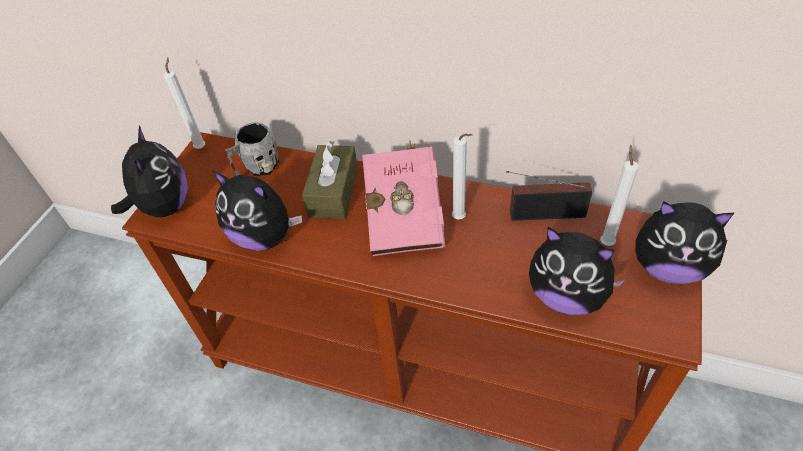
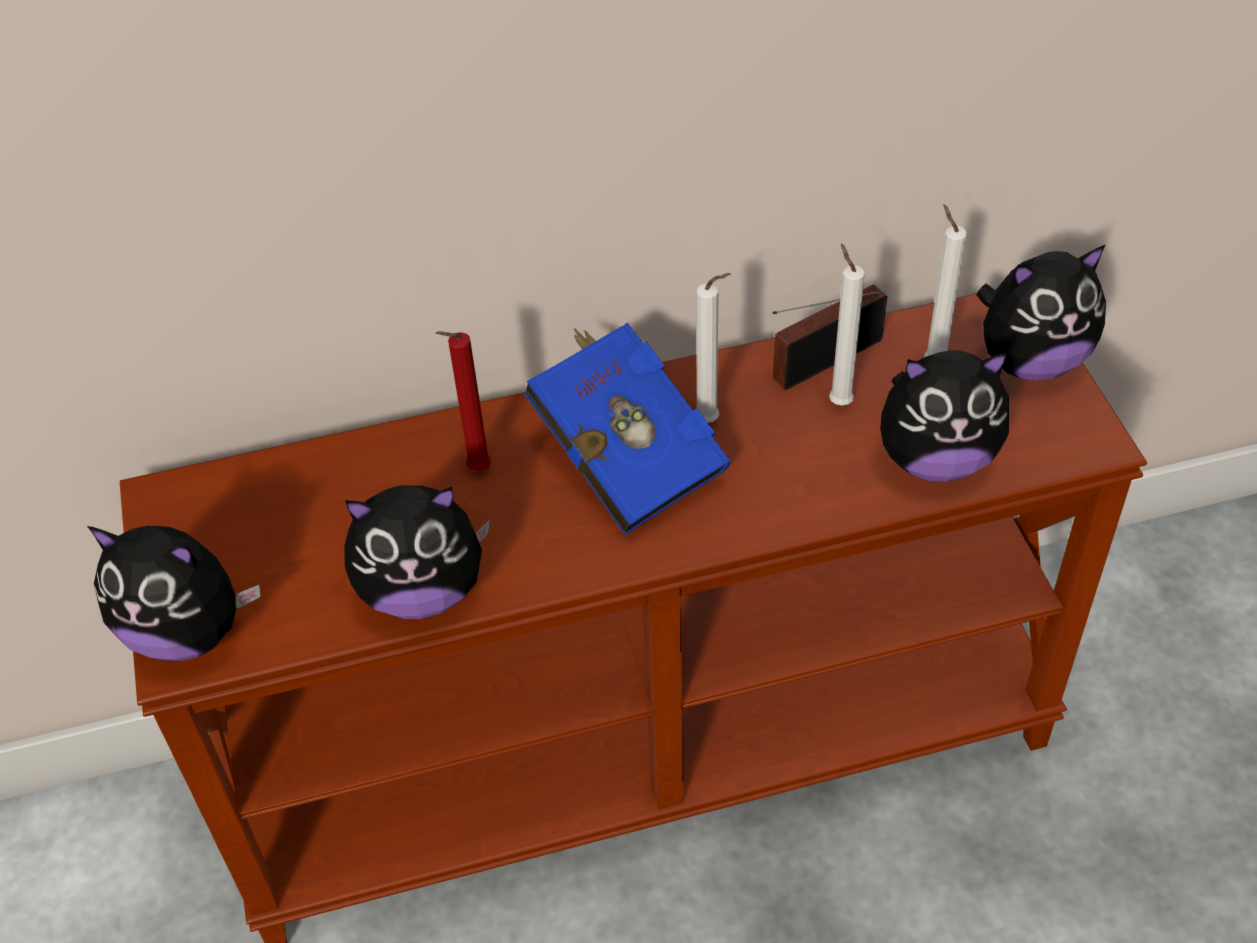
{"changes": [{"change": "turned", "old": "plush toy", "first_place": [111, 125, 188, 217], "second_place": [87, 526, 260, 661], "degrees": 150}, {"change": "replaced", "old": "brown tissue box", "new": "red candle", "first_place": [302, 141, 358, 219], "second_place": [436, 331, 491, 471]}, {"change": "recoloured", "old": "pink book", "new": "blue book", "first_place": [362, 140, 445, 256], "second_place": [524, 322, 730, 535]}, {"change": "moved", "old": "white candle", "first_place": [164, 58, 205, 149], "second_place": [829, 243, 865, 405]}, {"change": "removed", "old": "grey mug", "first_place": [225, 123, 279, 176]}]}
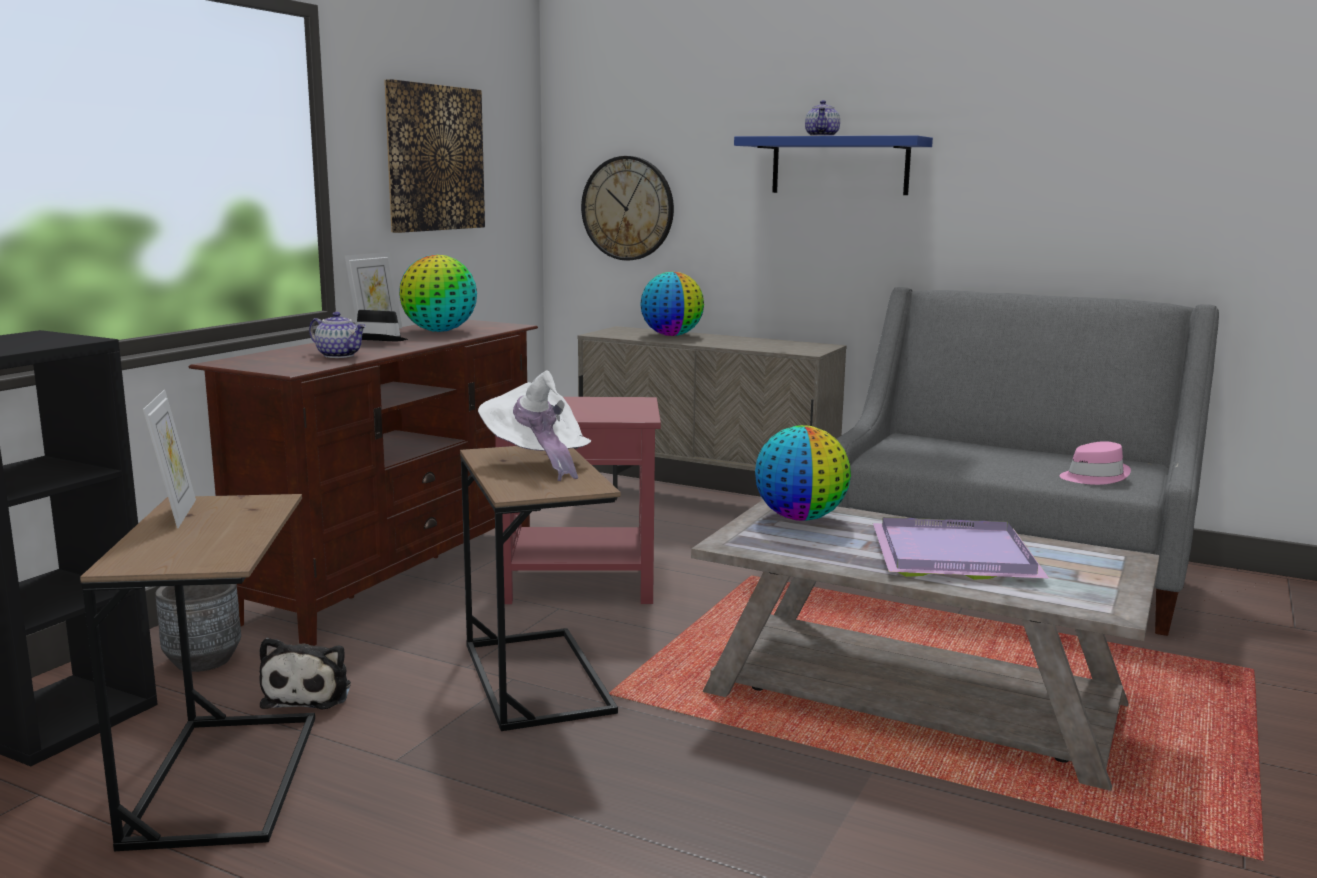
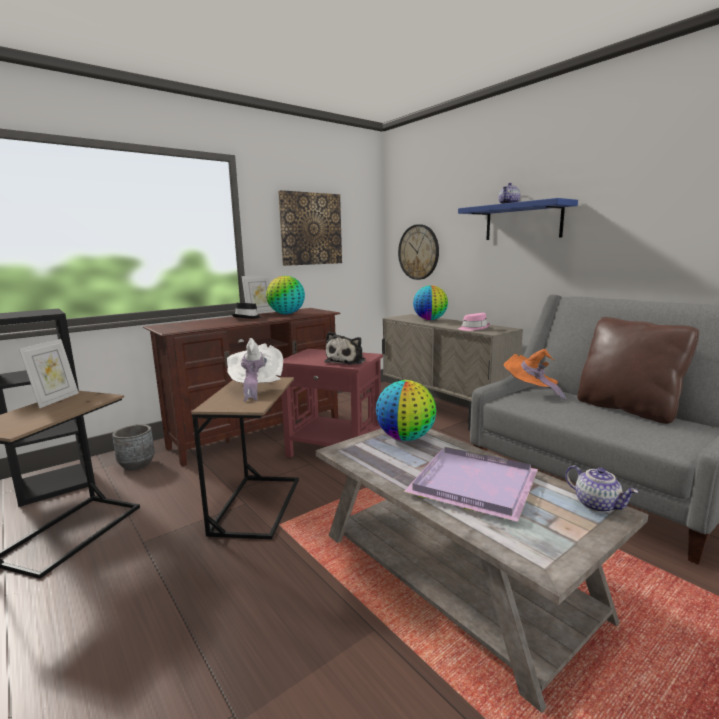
{"changes": [{"change": "moved", "old": "plush toy", "first_place": [260, 638, 351, 709], "second_place": [325, 332, 366, 365]}, {"change": "moved", "old": "pink hat", "first_place": [1059, 441, 1131, 485], "second_place": [458, 313, 490, 331]}, {"change": "added", "new": "orange hat", "second_place": [503, 349, 566, 401]}, {"change": "moved", "old": "teapot", "first_place": [309, 312, 366, 358], "second_place": [565, 465, 638, 513]}, {"change": "added", "new": "brown pillow", "second_place": [577, 317, 699, 424]}]}
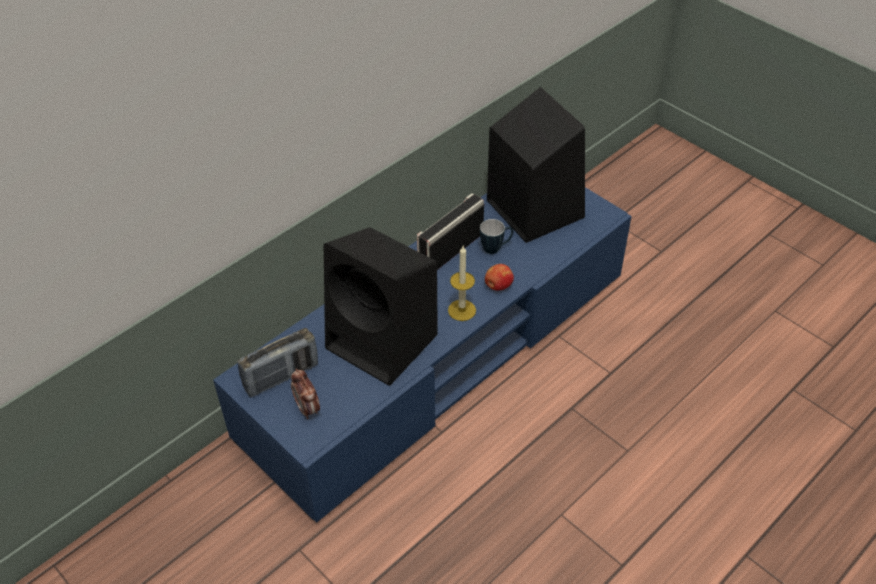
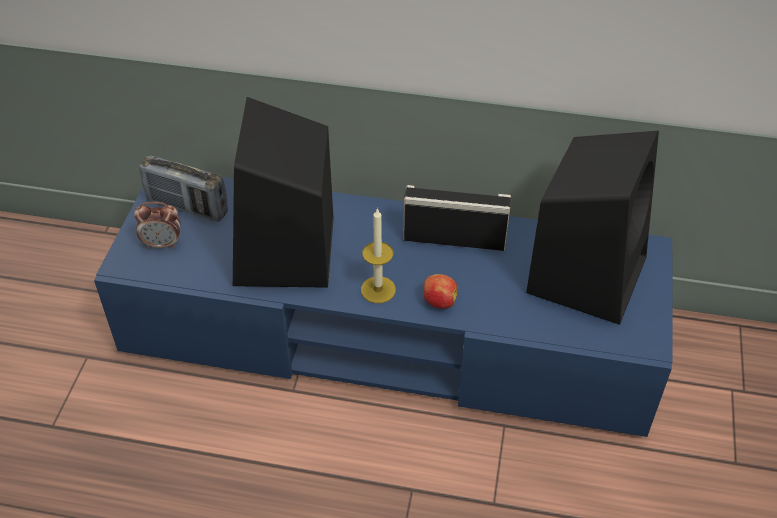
{"changes": [{"change": "turned", "old": "alarm clock", "first_place": [291, 369, 320, 419], "second_place": [134, 202, 181, 249], "degrees": -120}, {"change": "removed", "old": "mug", "first_place": [480, 219, 513, 254]}]}
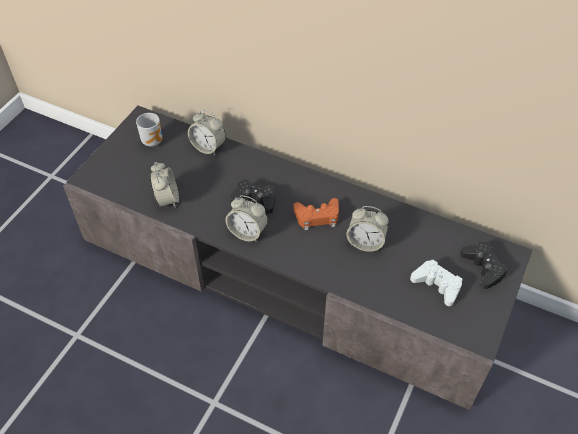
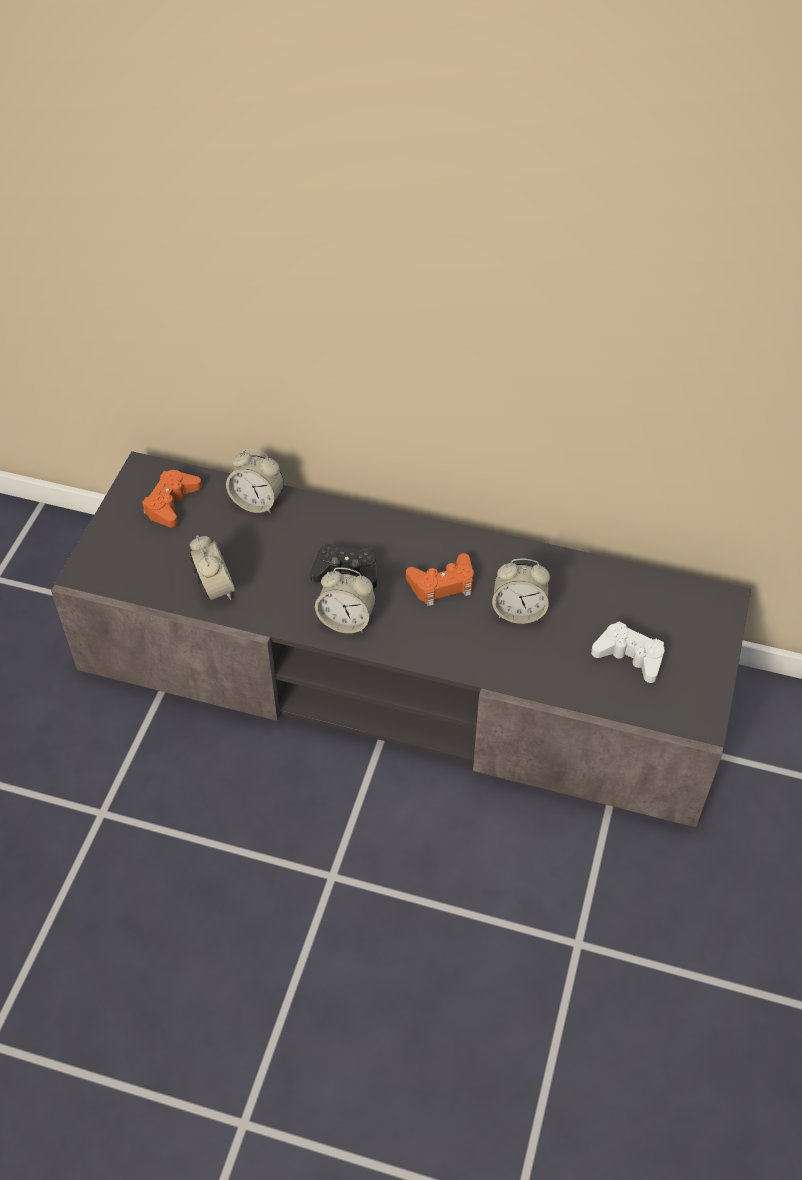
{"changes": [{"change": "replaced", "old": "mug", "new": "orange game controller", "first_place": [136, 113, 162, 147], "second_place": [142, 470, 202, 528]}, {"change": "removed", "old": "black game controller", "first_place": [460, 242, 508, 289]}]}
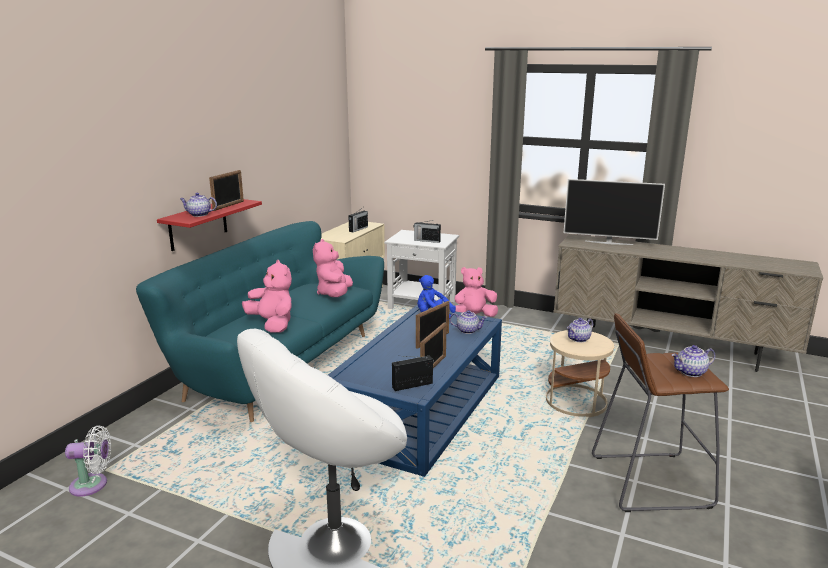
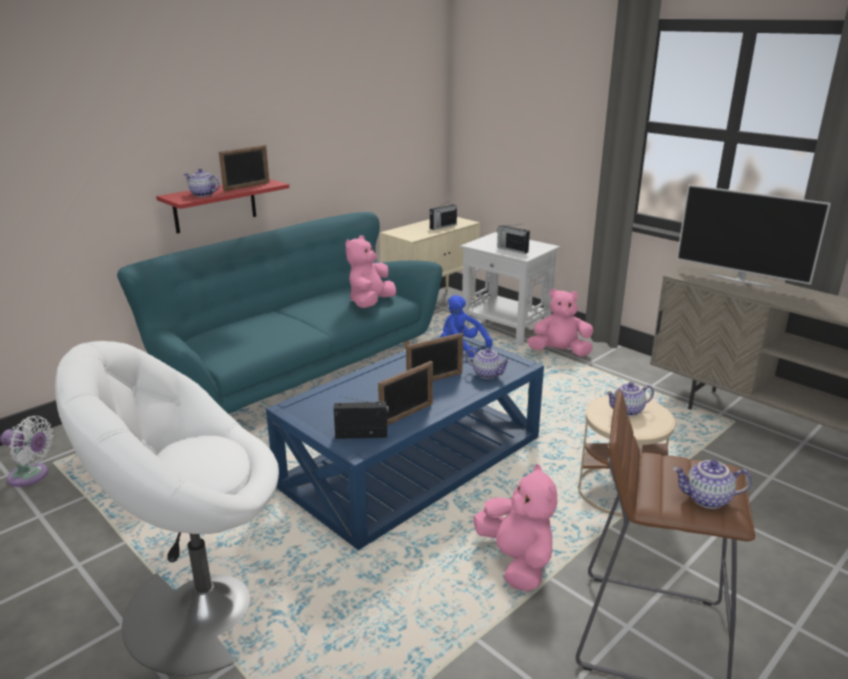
{"changes": [{"change": "moved", "old": "pink plush toy", "first_place": [242, 260, 292, 333], "second_place": [473, 464, 557, 591]}]}
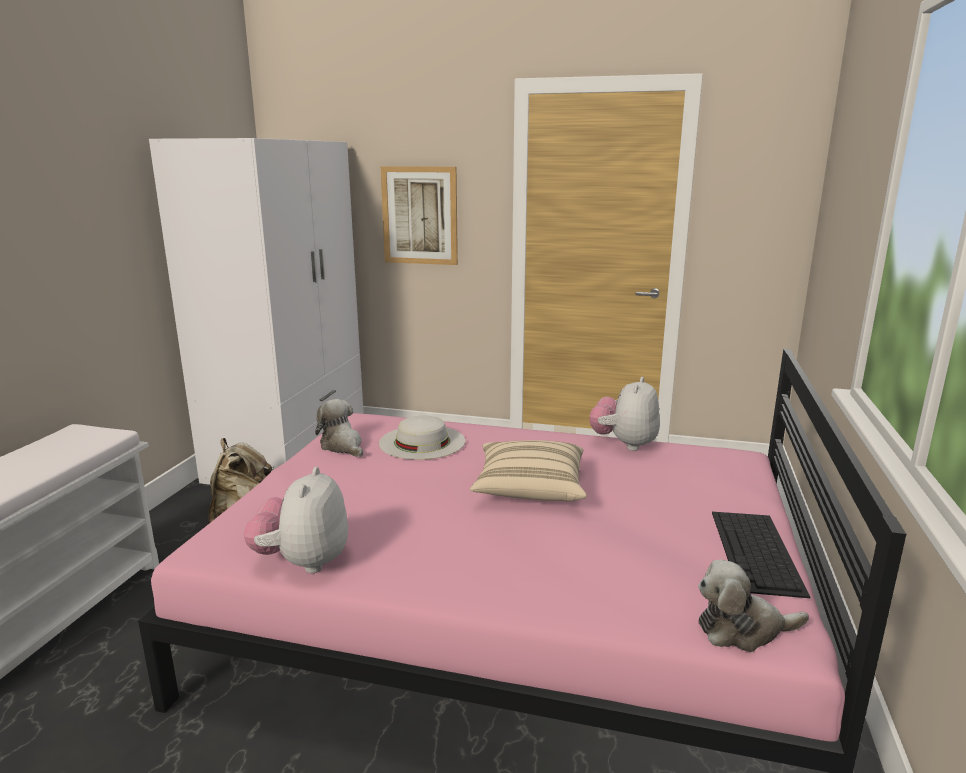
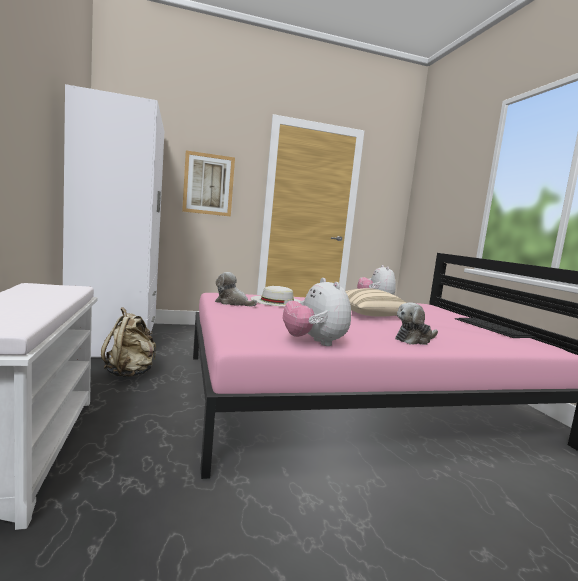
{"changes": [{"change": "moved", "old": "plush toy", "first_place": [698, 559, 809, 652], "second_place": [395, 302, 438, 345]}]}
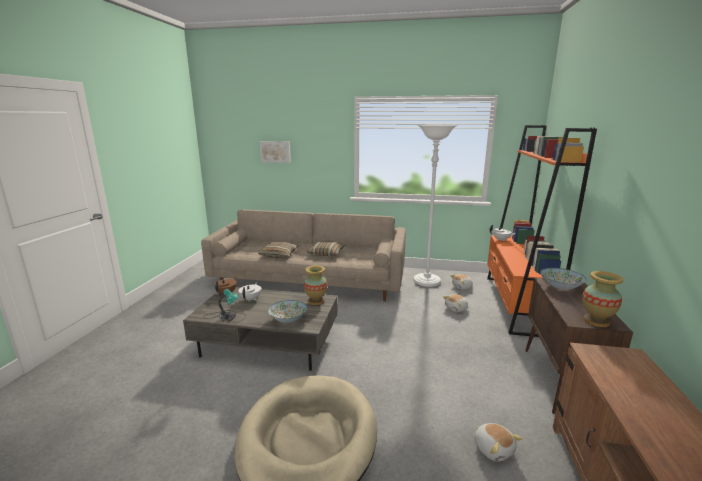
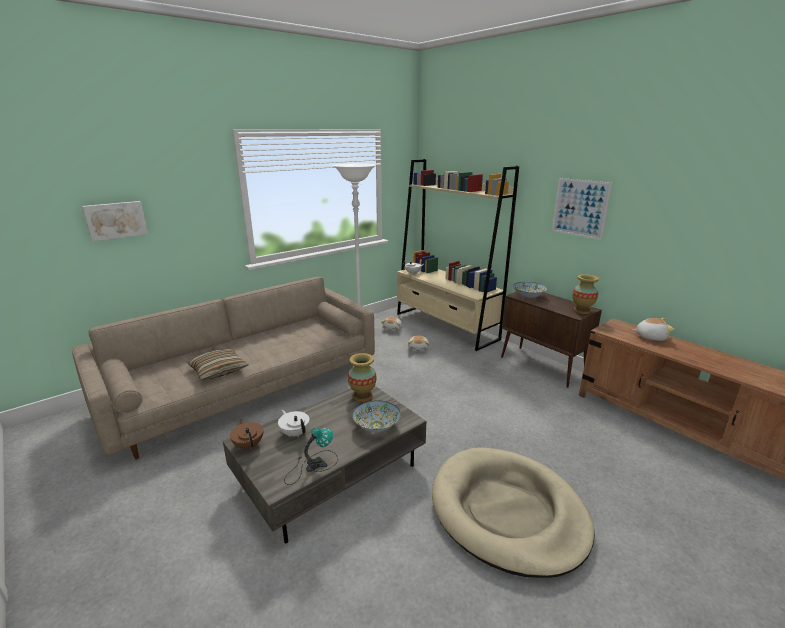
{"changes": [{"change": "recoloured", "old": "orange bookcase", "new": "beige bookcase", "first_place": [487, 125, 597, 337], "second_place": [397, 159, 519, 351]}, {"change": "added", "new": "picture", "second_place": [552, 178, 612, 240]}, {"change": "moved", "old": "plush toy", "first_place": [474, 423, 522, 461], "second_place": [633, 318, 674, 341]}, {"change": "removed", "old": "pillow", "first_place": [307, 241, 346, 256]}]}
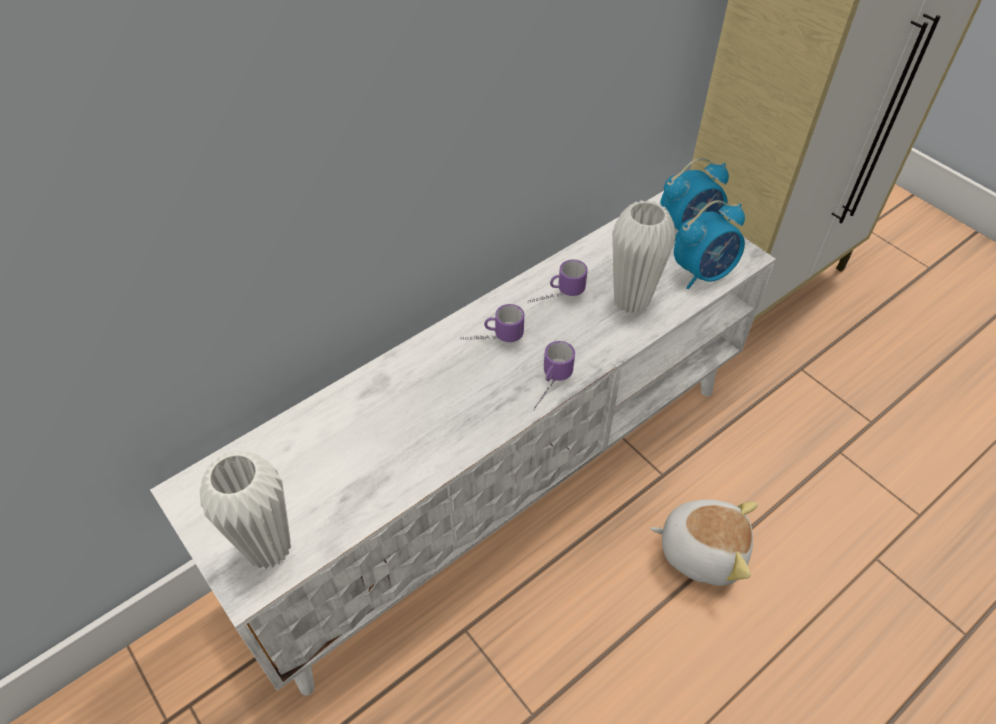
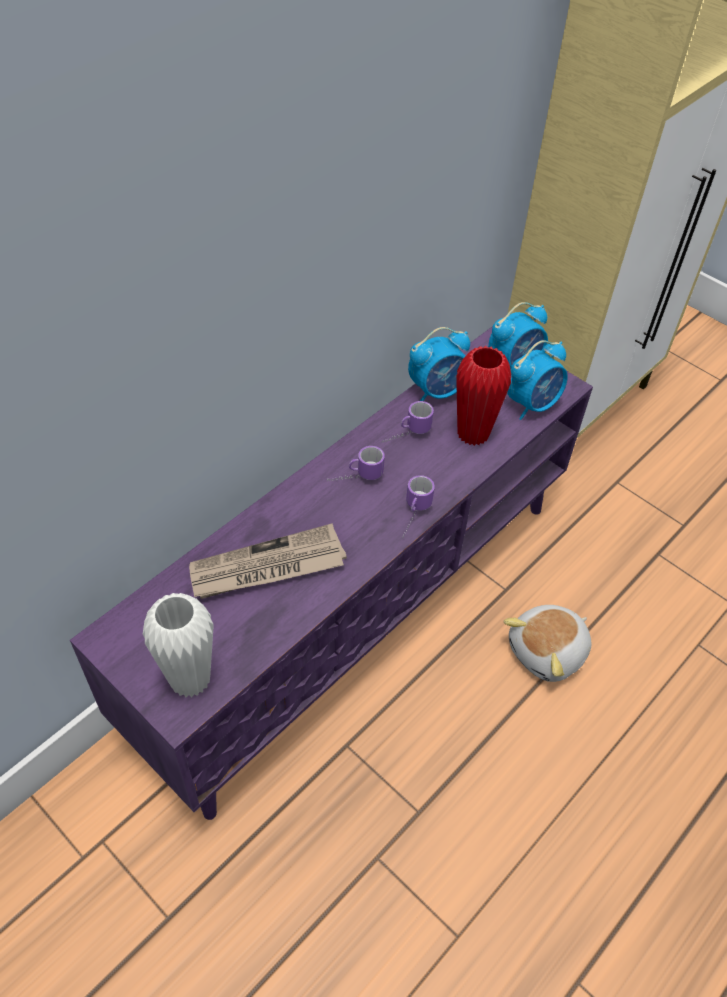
{"changes": [{"change": "recoloured", "old": "white tv stand", "new": "purple tv stand", "first_place": [150, 191, 776, 696], "second_place": [70, 326, 593, 820]}, {"change": "added", "new": "newspaper", "second_place": [189, 524, 347, 599]}, {"change": "added", "new": "alarm clock", "second_place": [408, 327, 470, 401]}, {"change": "recoloured", "old": "white vase", "new": "red vase", "first_place": [612, 200, 676, 314], "second_place": [456, 346, 512, 446]}, {"change": "turned", "old": "plush toy", "first_place": [650, 499, 758, 586], "second_place": [503, 605, 592, 682], "degrees": 135}]}
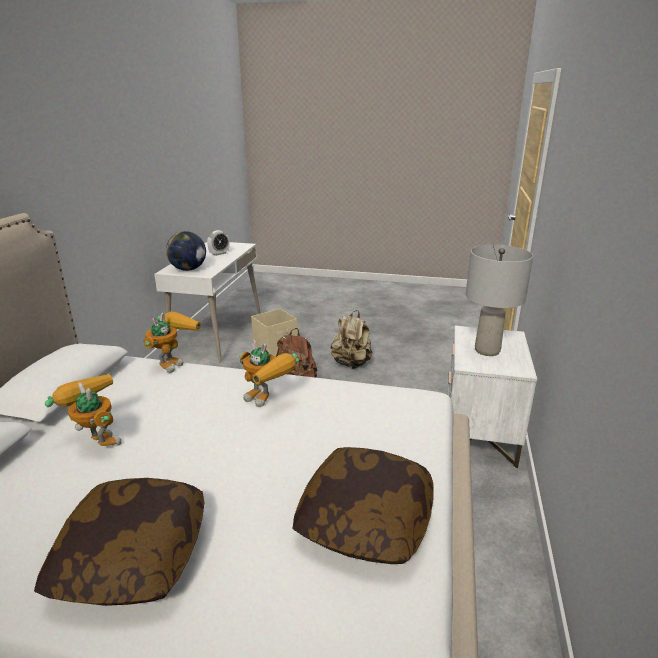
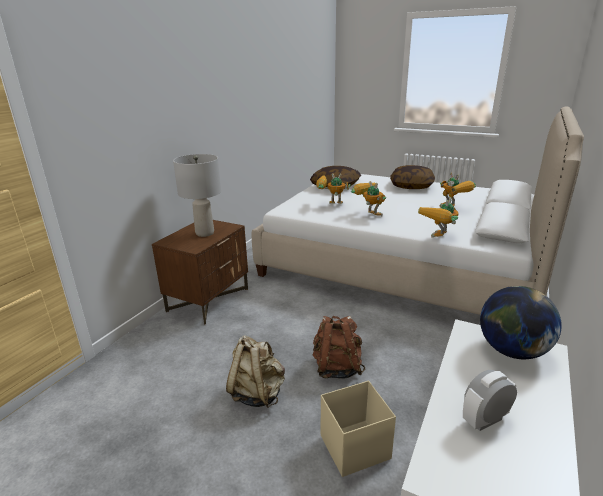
{"changes": [{"change": "recoloured", "old": "white nightstand", "new": "brown nightstand", "first_place": [448, 326, 537, 469], "second_place": [152, 220, 248, 325]}, {"change": "added", "new": "toy robot", "second_place": [316, 173, 351, 204]}]}
